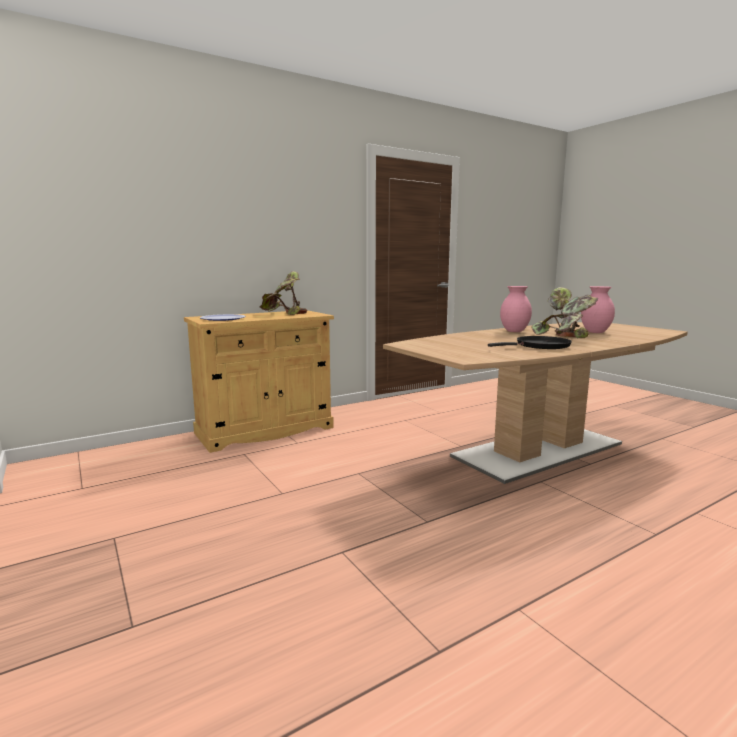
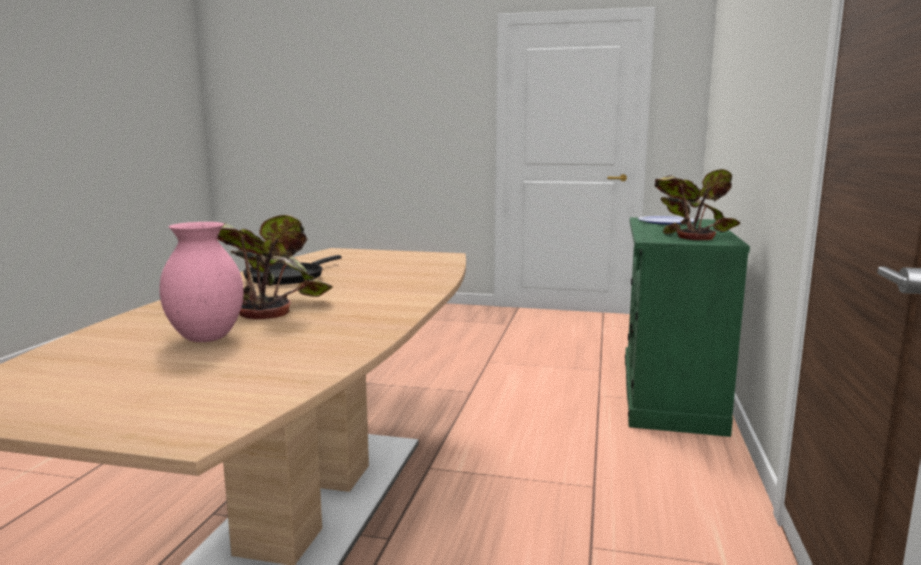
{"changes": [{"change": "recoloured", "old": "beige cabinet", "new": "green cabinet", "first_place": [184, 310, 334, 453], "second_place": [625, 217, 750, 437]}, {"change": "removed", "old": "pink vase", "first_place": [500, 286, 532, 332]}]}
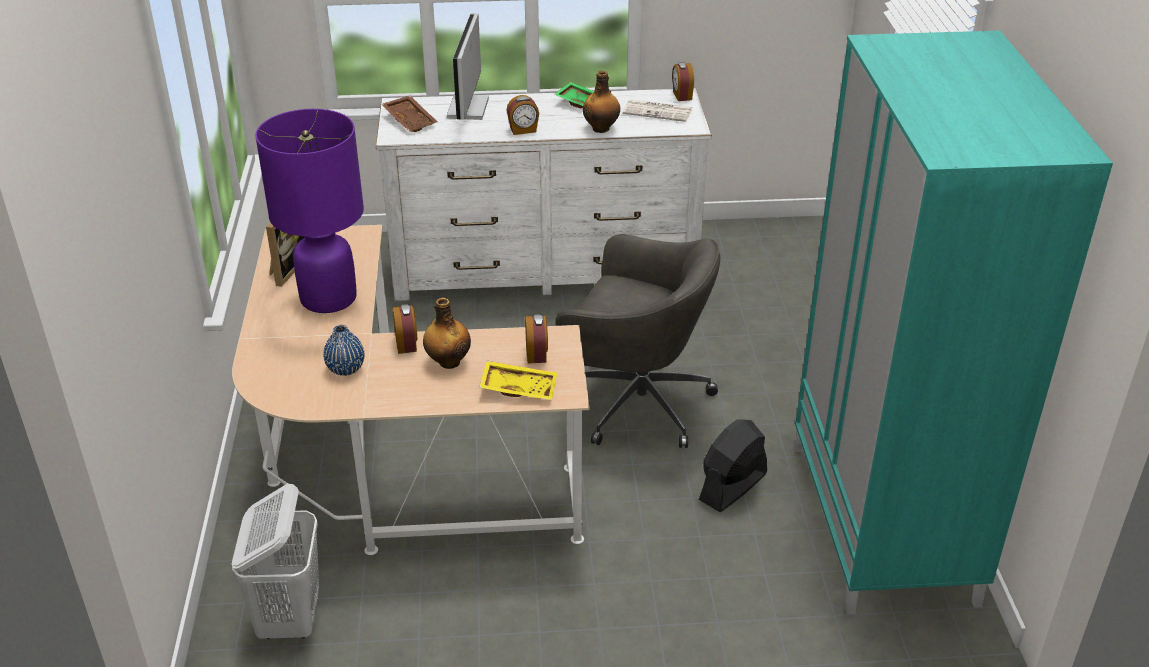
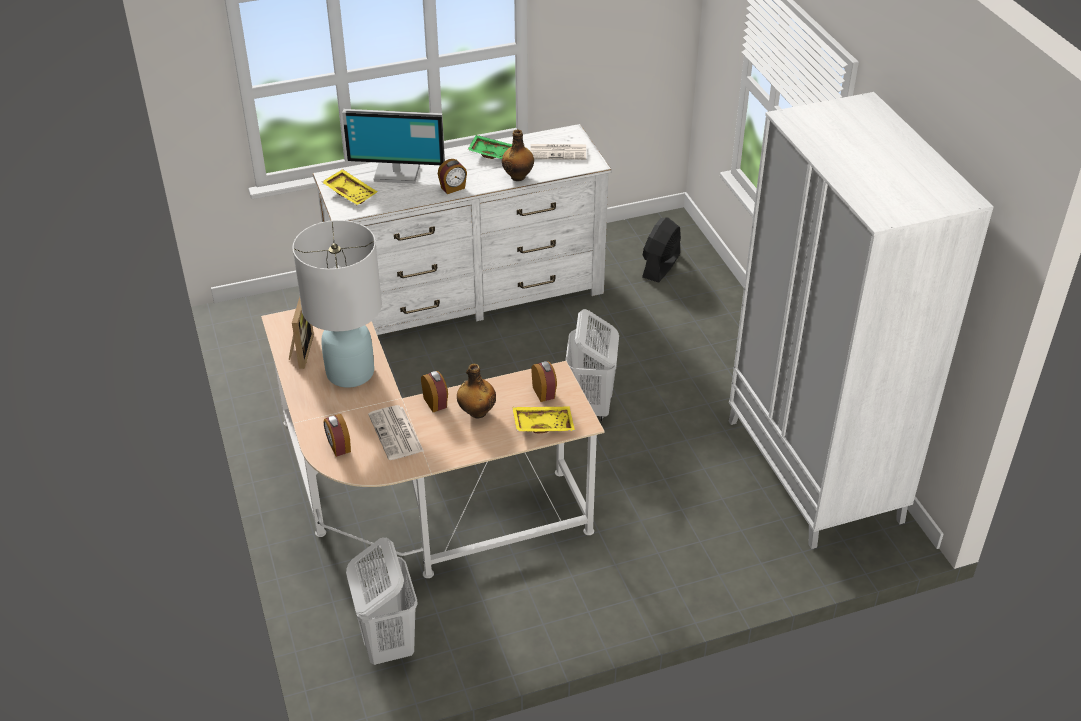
{"changes": [{"change": "recoloured", "old": "purple table lamp", "new": "white table lamp", "first_place": [255, 109, 364, 313], "second_place": [292, 220, 382, 388]}, {"change": "recoloured", "old": "brown tray", "new": "yellow tray", "first_place": [382, 96, 438, 132], "second_place": [322, 169, 378, 205]}, {"change": "moved", "old": "alarm clock", "first_place": [672, 62, 694, 101], "second_place": [324, 414, 351, 457]}, {"change": "turned", "old": "monitor", "first_place": [447, 13, 489, 120], "second_place": [342, 109, 445, 184], "degrees": -75}, {"change": "replaced", "old": "blue vase", "new": "newspaper", "first_place": [323, 325, 364, 376], "second_place": [368, 405, 424, 460]}, {"change": "replaced", "old": "grey office chair", "new": "white laundry basket", "first_place": [556, 234, 720, 448], "second_place": [565, 309, 619, 421]}, {"change": "moved", "old": "black fan", "first_place": [699, 419, 767, 512], "second_place": [642, 218, 681, 283]}, {"change": "recoloured", "old": "turquoise wardrobe", "new": "white wardrobe", "first_place": [794, 31, 1113, 615], "second_place": [729, 92, 994, 549]}]}
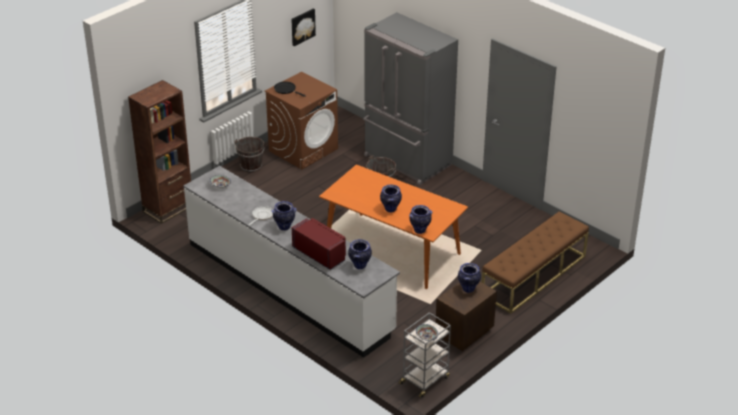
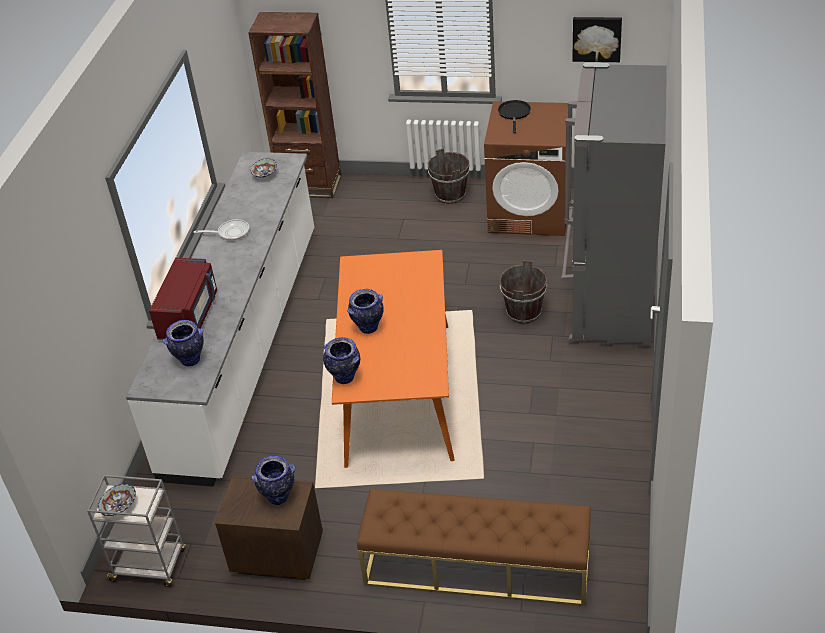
{"changes": [{"change": "removed", "old": "vase", "first_place": [272, 201, 297, 231]}]}
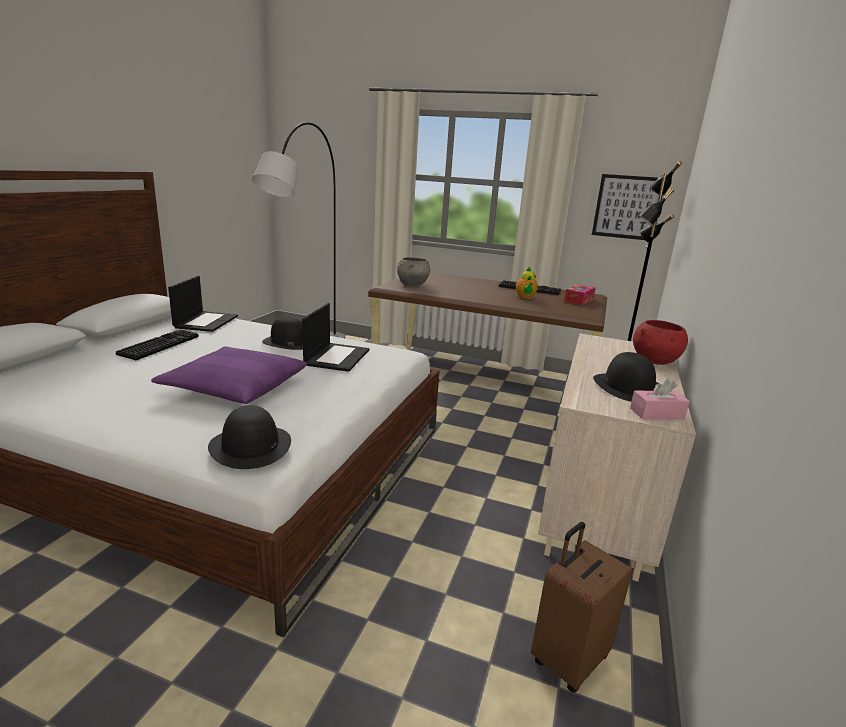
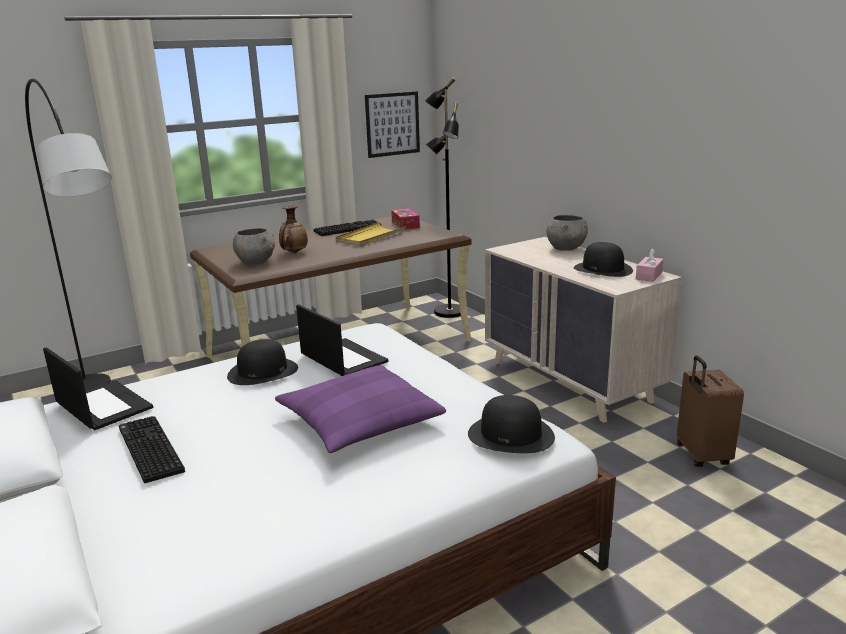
{"changes": [{"change": "added", "new": "vase", "second_place": [279, 206, 308, 253]}, {"change": "replaced", "old": "teapot", "new": "yellow tray", "first_place": [516, 266, 538, 299], "second_place": [336, 222, 406, 246]}, {"change": "recoloured", "old": "red bowl", "new": "grey bowl", "first_place": [633, 320, 688, 365], "second_place": [547, 215, 588, 251]}]}
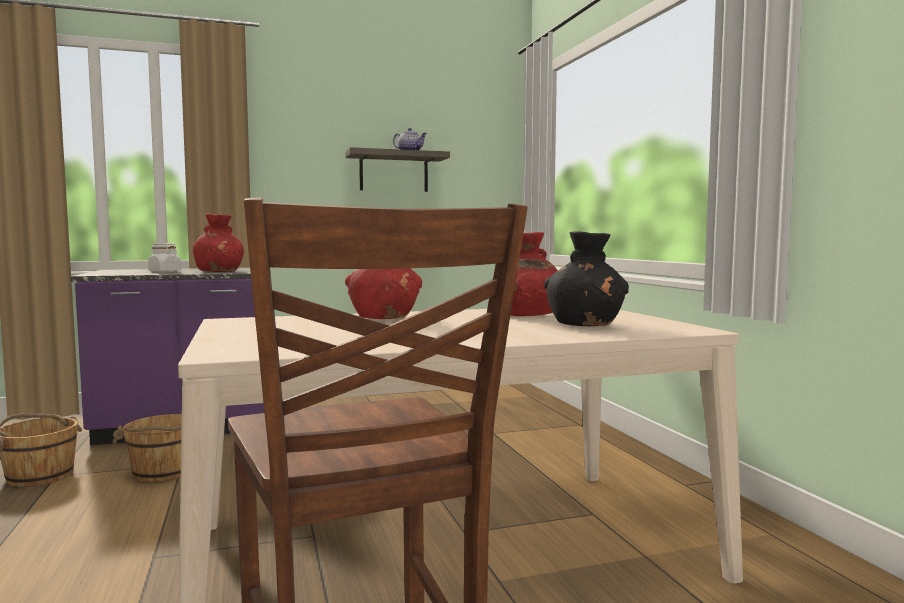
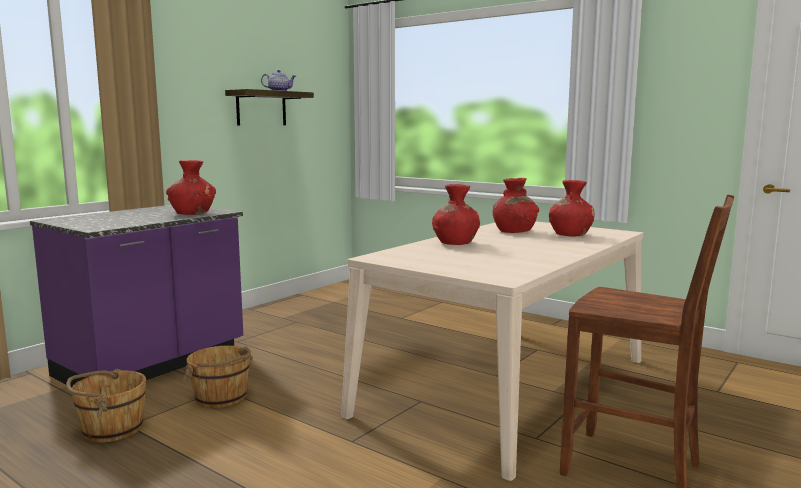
{"changes": [{"change": "recoloured", "old": "black vase", "new": "red vase", "first_place": [544, 231, 629, 326], "second_place": [549, 180, 595, 237]}, {"change": "removed", "old": "white jar", "first_place": [148, 243, 181, 272]}]}
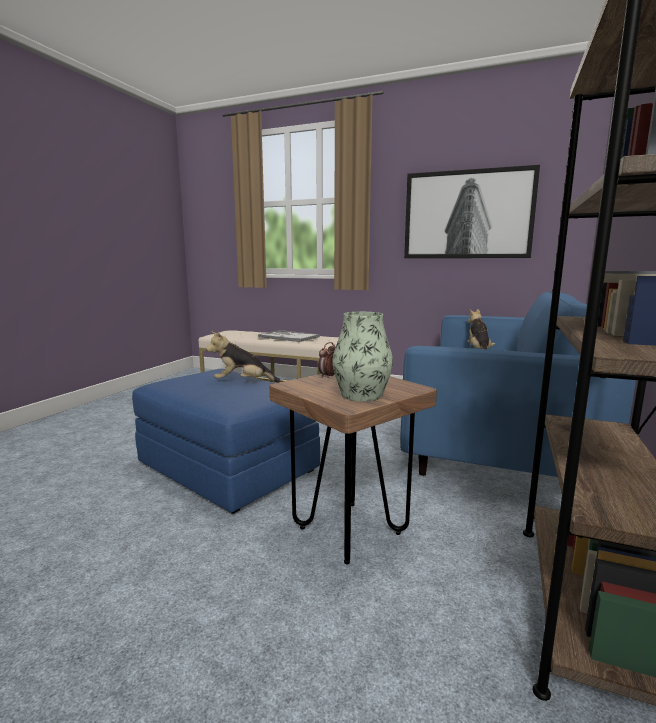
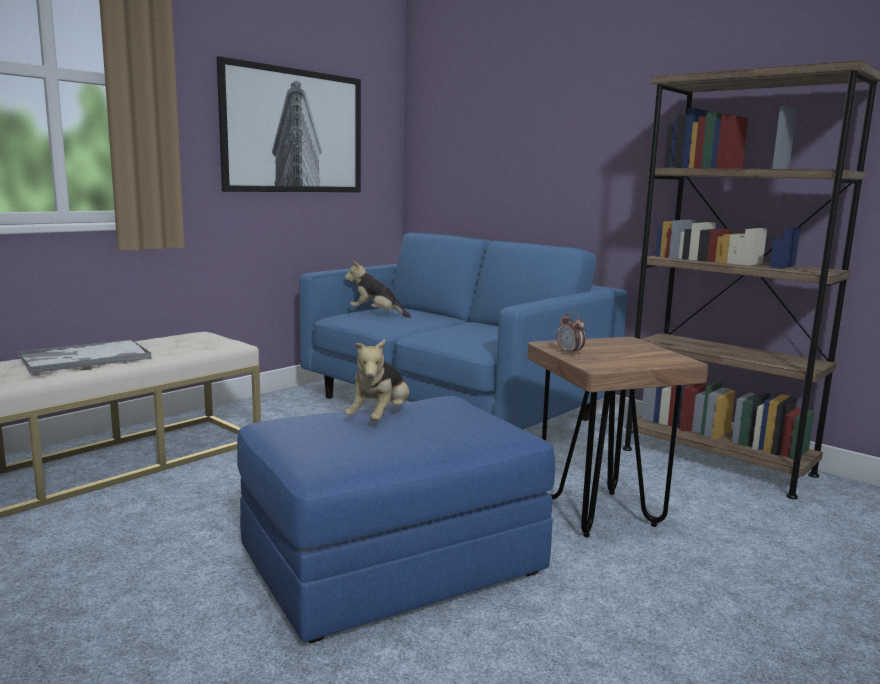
{"changes": [{"change": "removed", "old": "vase", "first_place": [332, 312, 393, 401]}]}
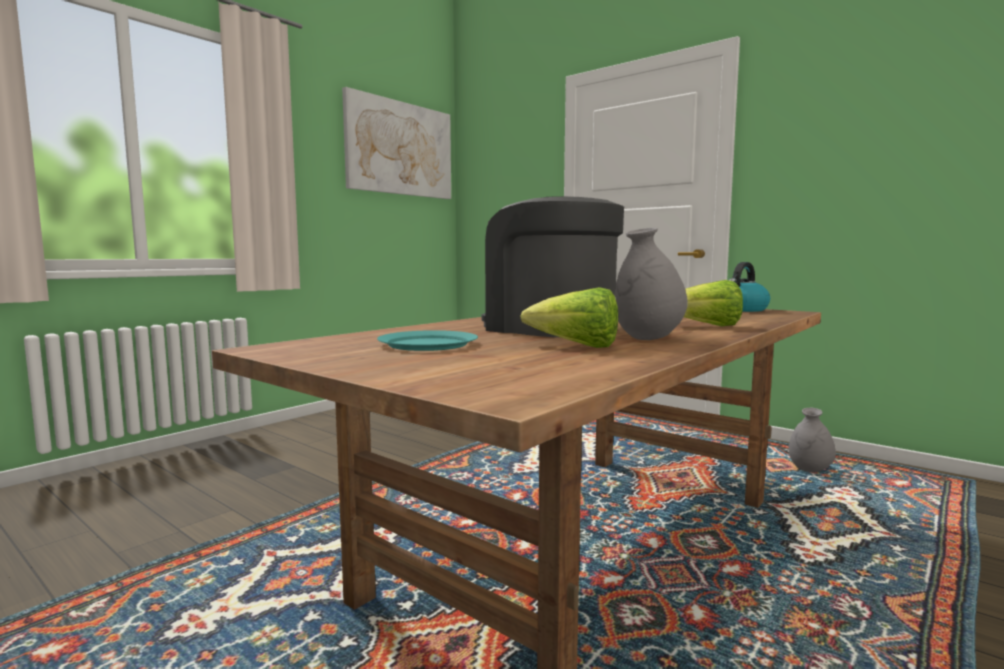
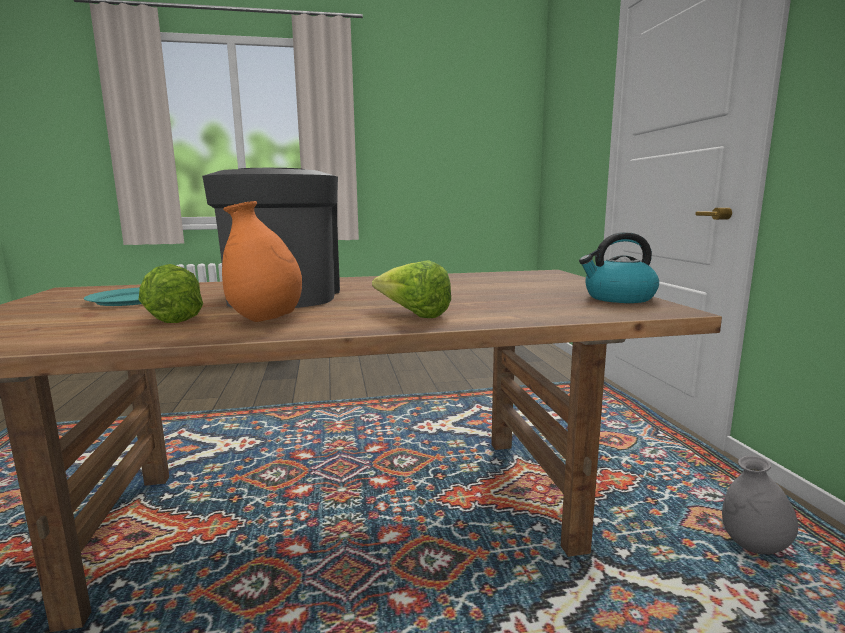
{"changes": [{"change": "recoloured", "old": "grey vase", "new": "orange vase", "first_place": [614, 228, 688, 340], "second_place": [222, 201, 302, 322]}, {"change": "removed", "old": "picture", "first_place": [342, 87, 451, 199]}]}
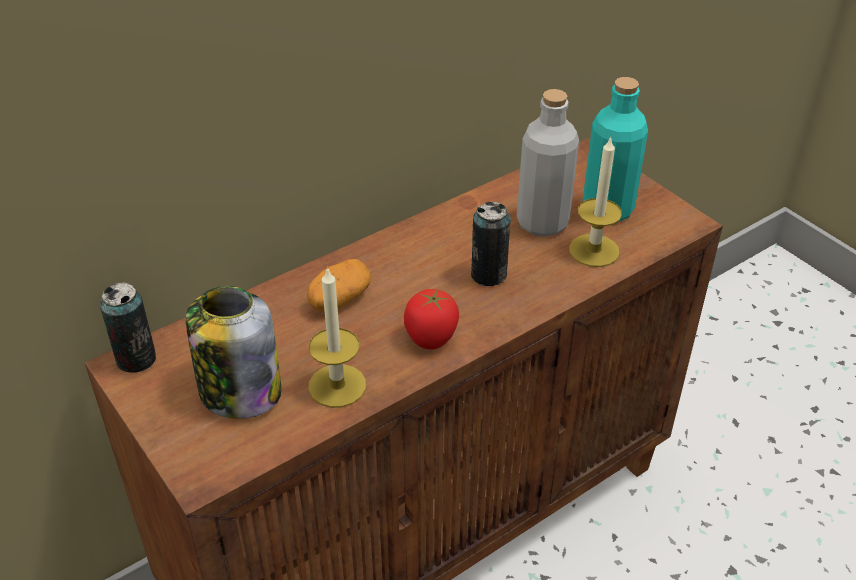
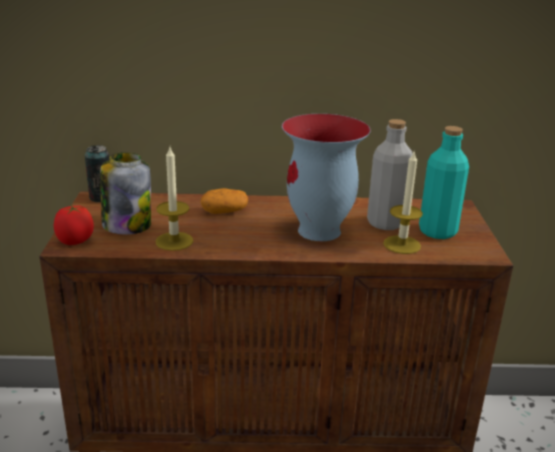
{"changes": [{"change": "moved", "old": "tomato", "first_place": [404, 289, 459, 349], "second_place": [54, 205, 94, 245]}, {"change": "replaced", "old": "can", "new": "vase", "first_place": [471, 202, 511, 286], "second_place": [282, 114, 371, 241]}]}
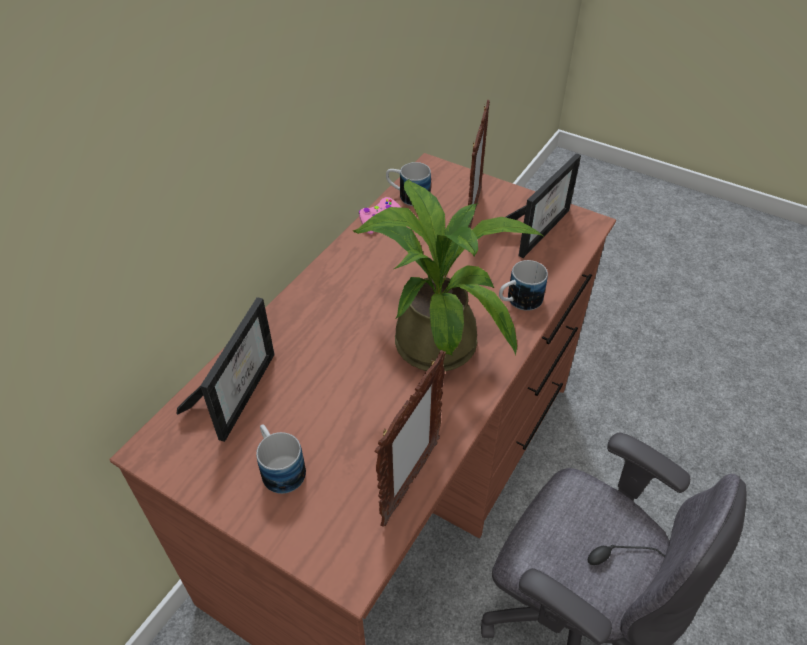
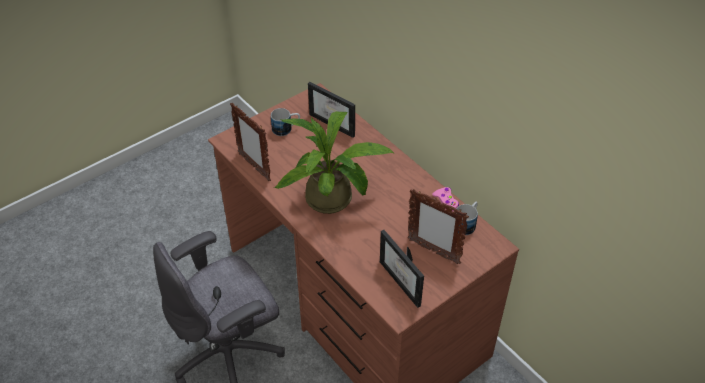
{"changes": [{"change": "removed", "old": "mug", "first_place": [499, 260, 548, 311]}]}
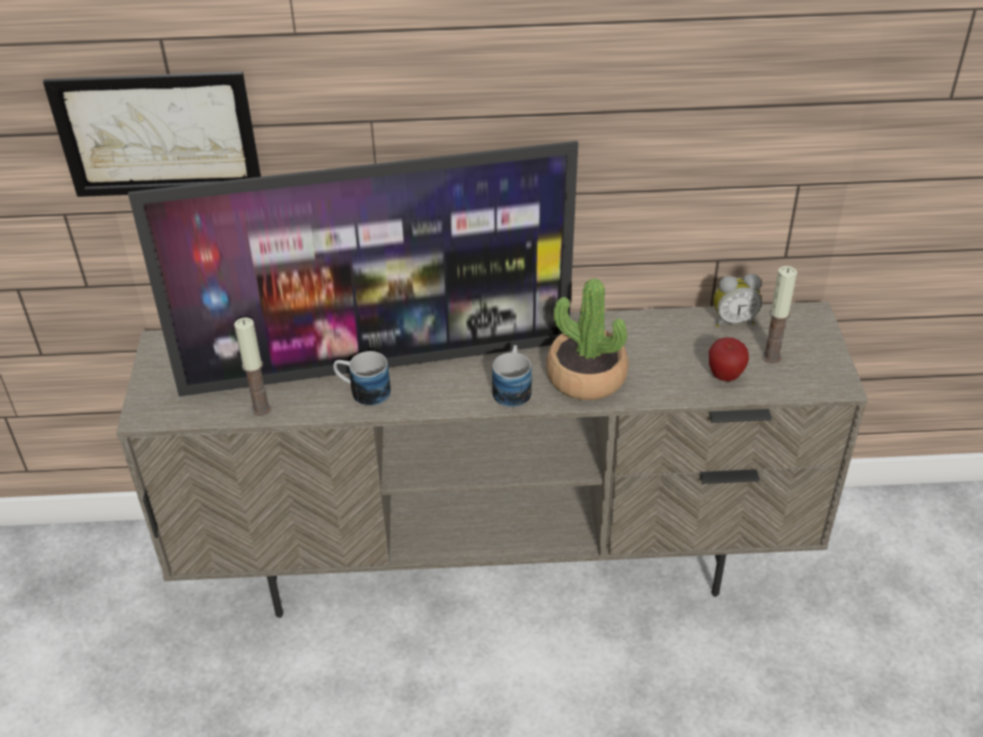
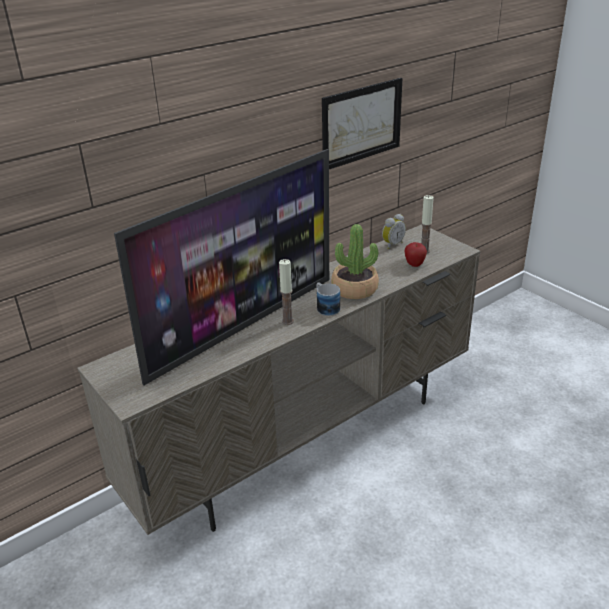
{"changes": [{"change": "moved", "old": "candle", "first_place": [234, 318, 271, 416], "second_place": [279, 259, 294, 325]}, {"change": "moved", "old": "picture", "first_place": [43, 72, 261, 197], "second_place": [322, 78, 403, 169]}, {"change": "removed", "old": "mug", "first_place": [333, 351, 391, 406]}]}
